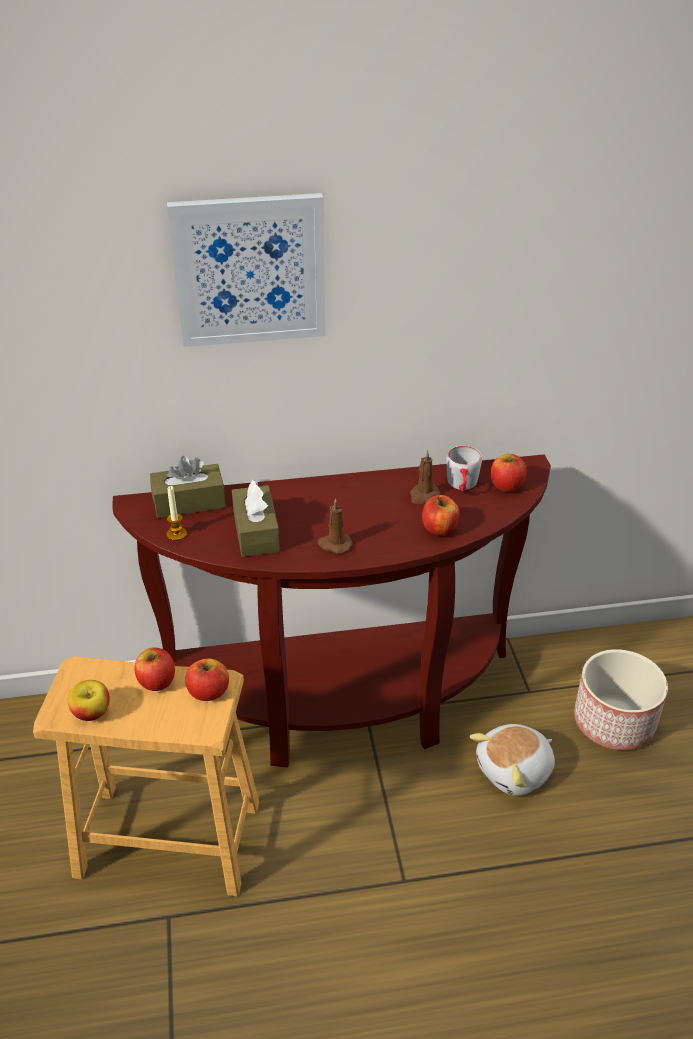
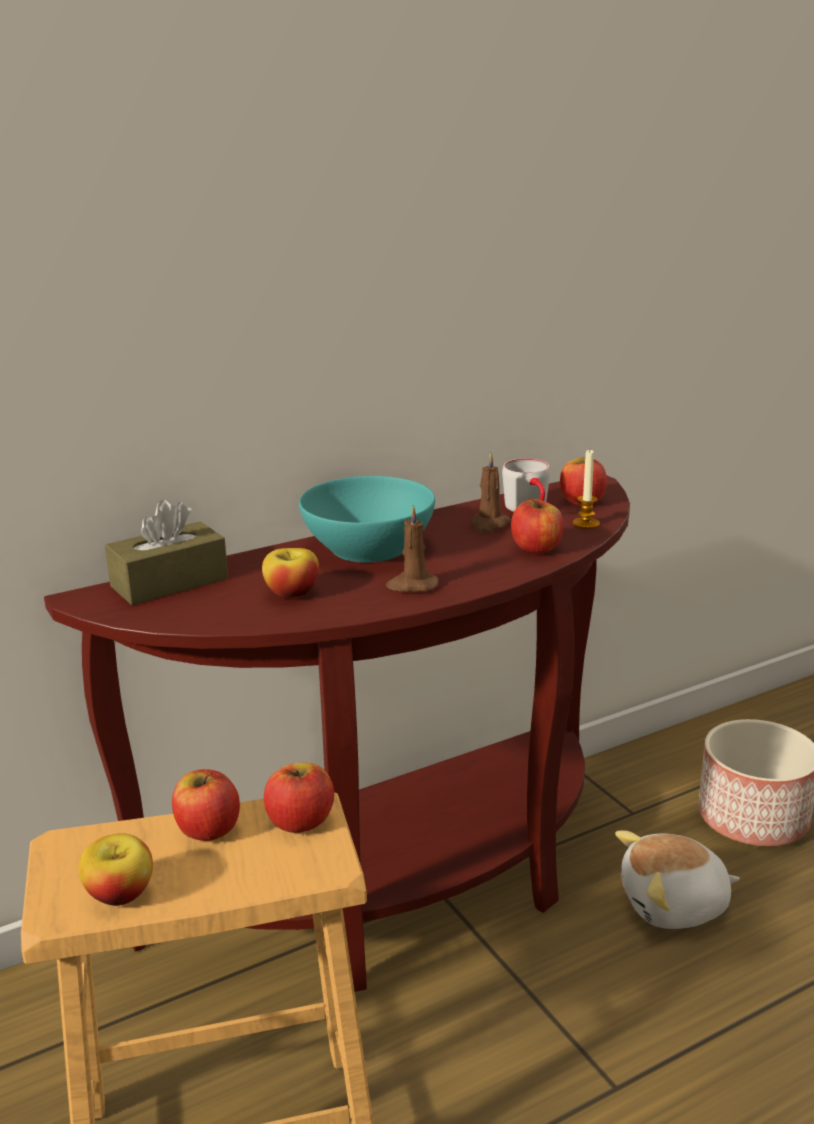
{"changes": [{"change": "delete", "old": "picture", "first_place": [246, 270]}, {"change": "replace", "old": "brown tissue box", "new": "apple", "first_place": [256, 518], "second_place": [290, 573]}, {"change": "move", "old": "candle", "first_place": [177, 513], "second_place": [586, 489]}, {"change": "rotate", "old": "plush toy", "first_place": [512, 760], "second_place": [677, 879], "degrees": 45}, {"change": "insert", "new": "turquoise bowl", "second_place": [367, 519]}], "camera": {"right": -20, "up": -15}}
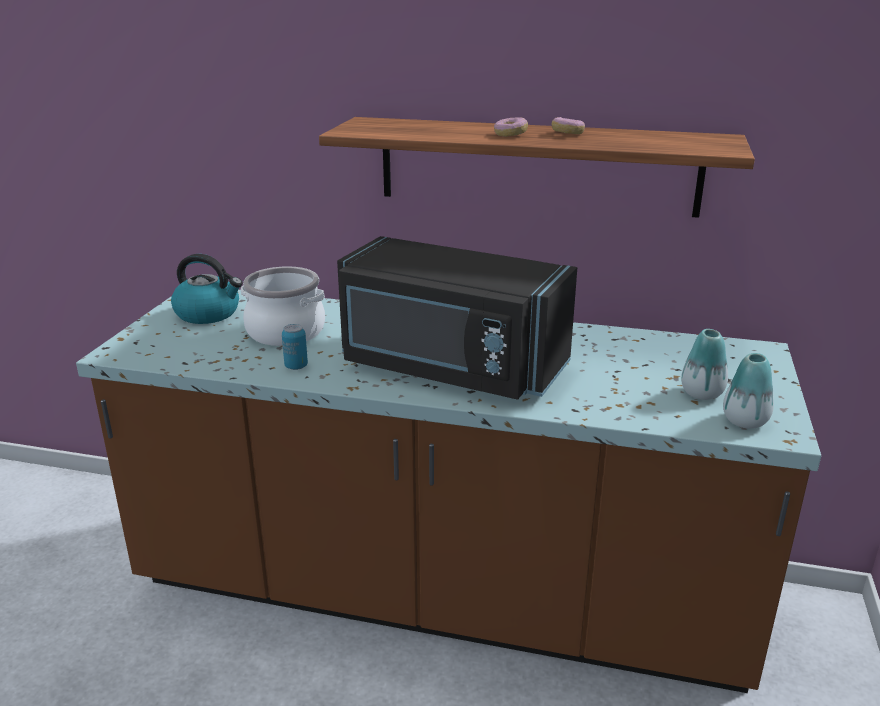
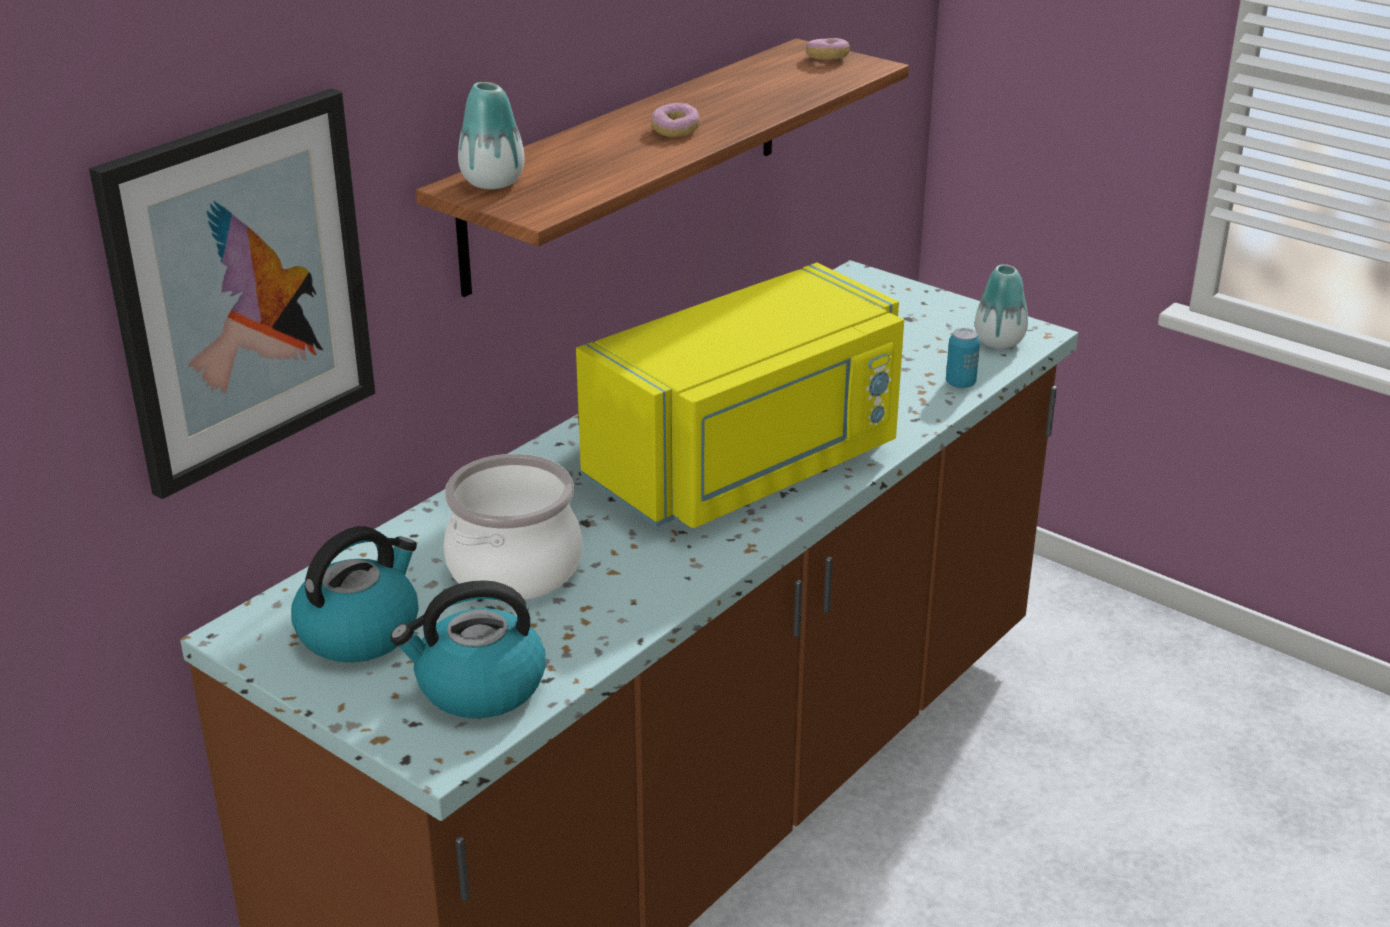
{"changes": [{"change": "move", "old": "donut", "first_place": [568, 125], "second_place": [828, 49]}, {"change": "recolor", "old": "black microwave", "new": "yellow microwave", "first_place": [457, 318], "second_place": [740, 395]}, {"change": "move", "old": "can", "first_place": [295, 347], "second_place": [963, 358]}, {"change": "move", "old": "vase", "first_place": [704, 364], "second_place": [491, 135]}, {"change": "insert", "new": "picture", "second_place": [232, 293]}, {"change": "insert", "new": "kettle", "second_place": [468, 649]}], "camera": {"right": -65, "up": 5}}
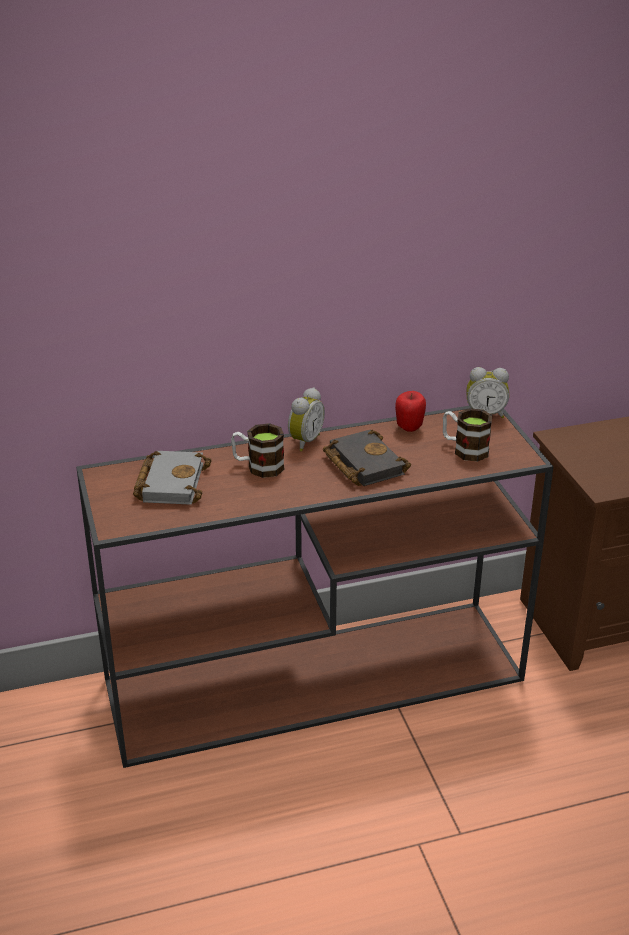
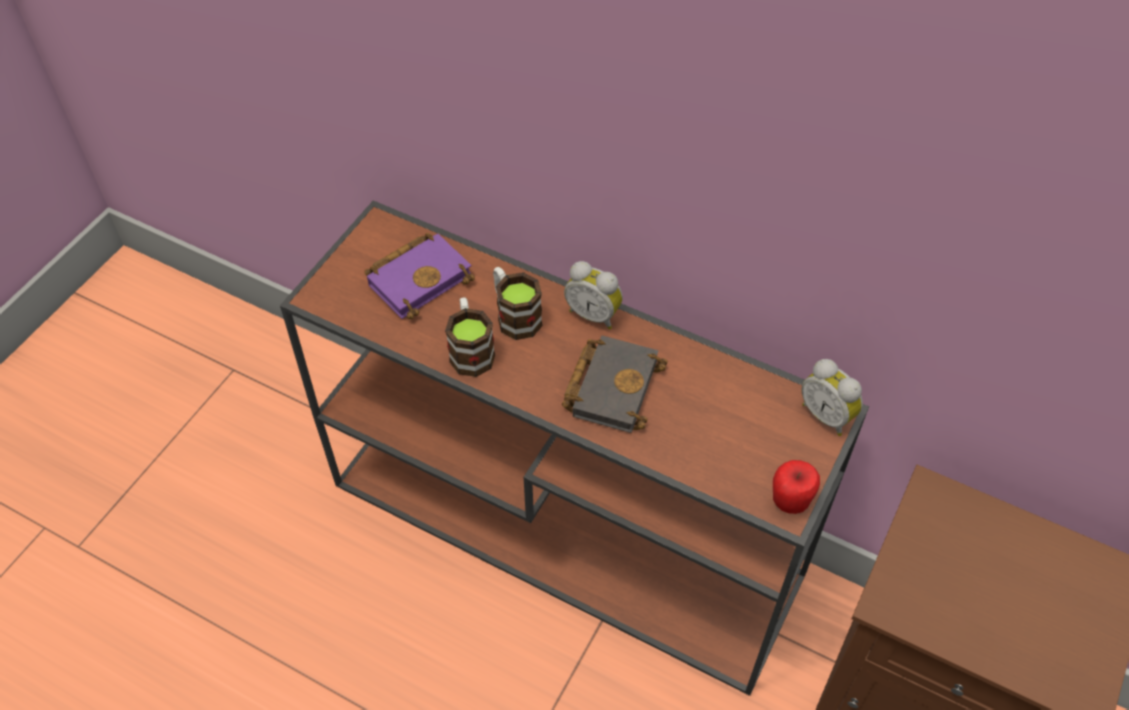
{"changes": [{"change": "rotate", "old": "alarm clock", "first_place": [306, 419], "second_place": [593, 295], "degrees": 45}, {"change": "move", "old": "apple", "first_place": [410, 411], "second_place": [796, 487]}, {"change": "move", "old": "mug", "first_place": [467, 434], "second_place": [470, 337]}, {"change": "recolor", "old": "grey book", "new": "purple book", "first_place": [172, 478], "second_place": [420, 276]}], "camera": {"right": 45, "up": 20}}
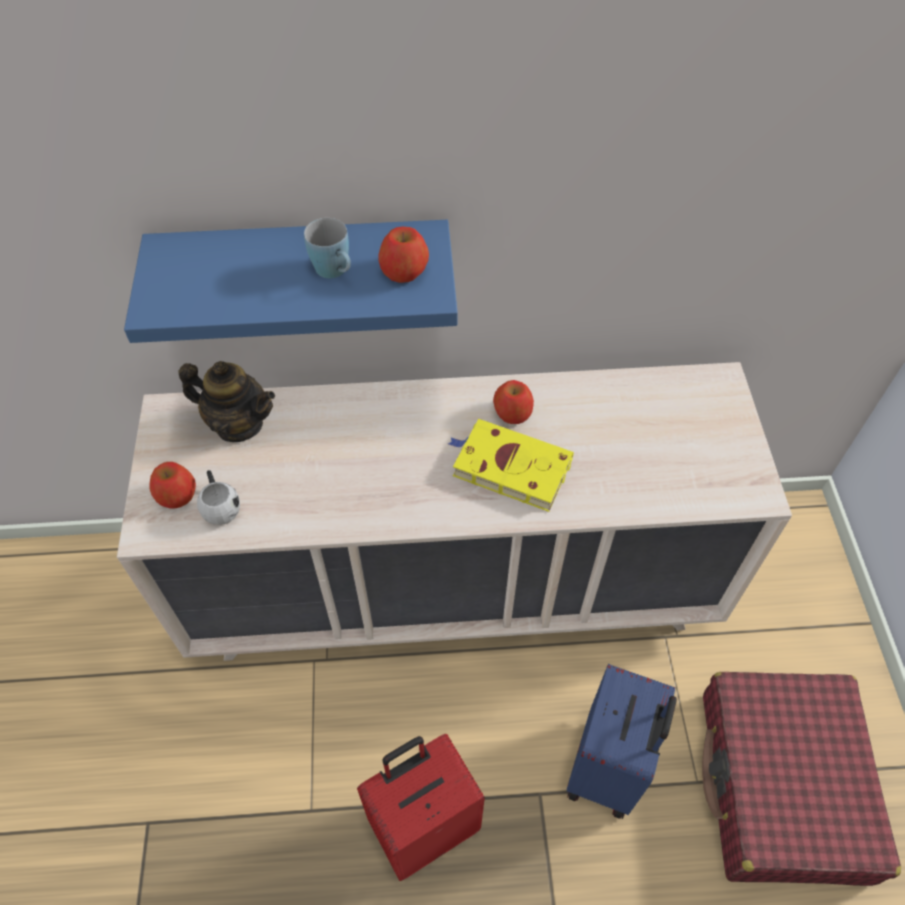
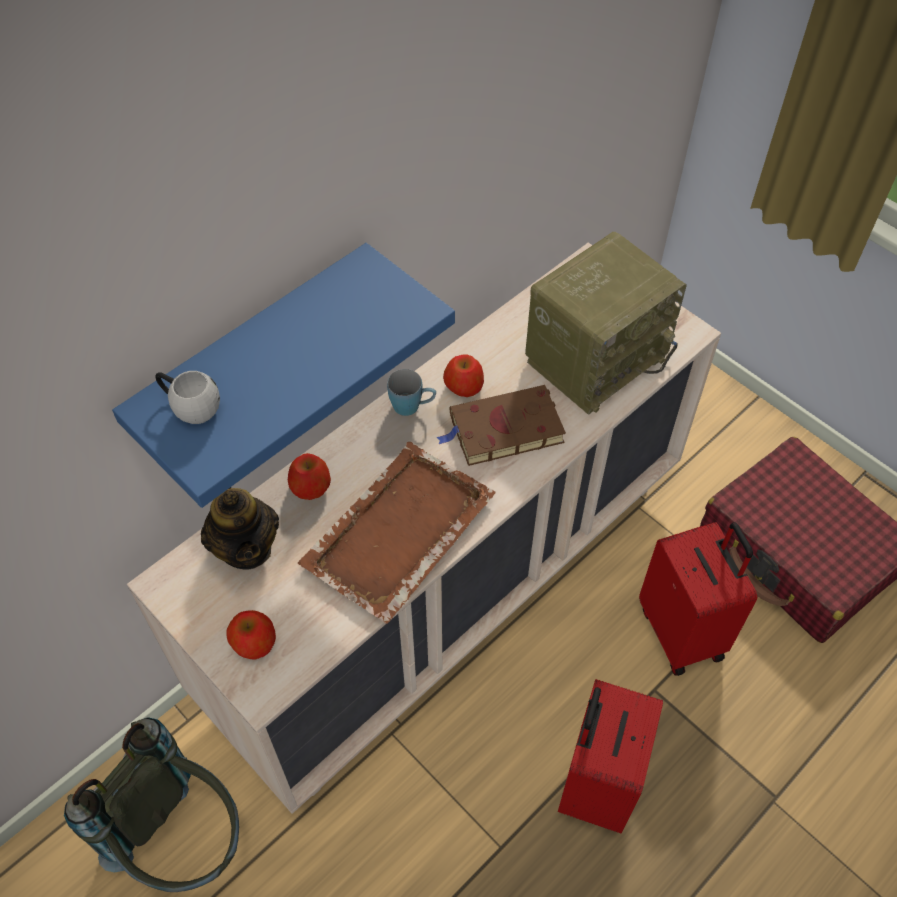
{"changes": [{"change": "move", "old": "blue mug", "first_place": [327, 248], "second_place": [411, 392]}, {"change": "move", "old": "apple", "first_place": [403, 255], "second_place": [309, 476]}, {"change": "rotate", "old": "teapot", "first_place": [226, 401], "second_place": [240, 528], "degrees": 90}, {"change": "recolor", "old": "yellow book", "new": "brown book", "first_place": [511, 465], "second_place": [501, 425]}, {"change": "move", "old": "white mug", "first_place": [218, 497], "second_place": [187, 397]}, {"change": "recolor", "old": "blue suitcase", "new": "red suitcase", "first_place": [622, 741], "second_place": [698, 599]}, {"change": "insert", "new": "radio", "second_place": [606, 323]}, {"change": "insert", "new": "brown tray", "second_place": [396, 533]}, {"change": "insert", "new": "grey backpack", "second_place": [151, 804]}], "camera": {"right": -40, "up": 0}}
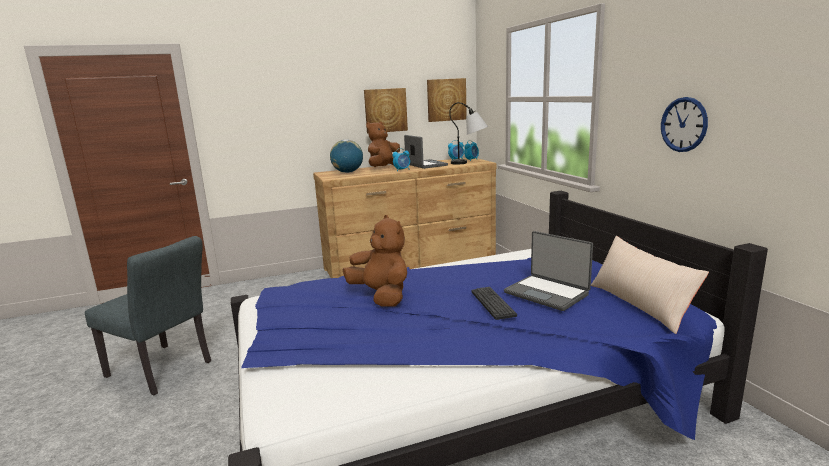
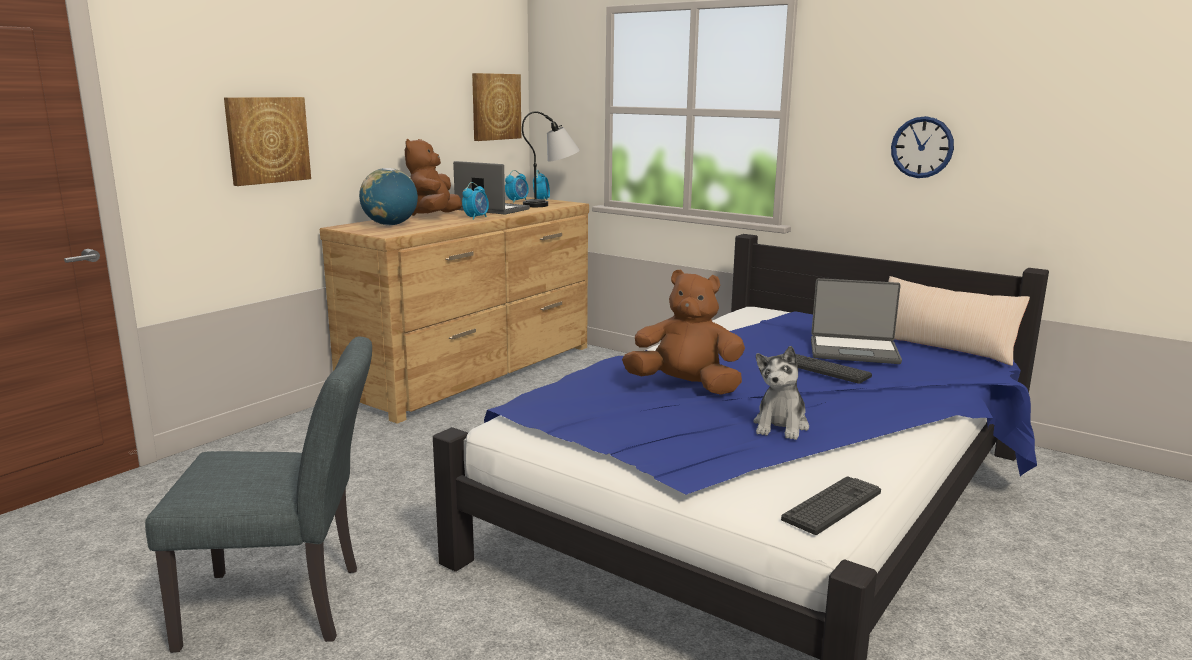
{"changes": [{"change": "move", "old": "picture", "first_place": [386, 110], "second_place": [267, 141]}, {"change": "insert", "new": "plush toy", "second_place": [781, 393]}, {"change": "insert", "new": "keyboard", "second_place": [831, 505]}], "camera": {"right": -35, "up": 0}}
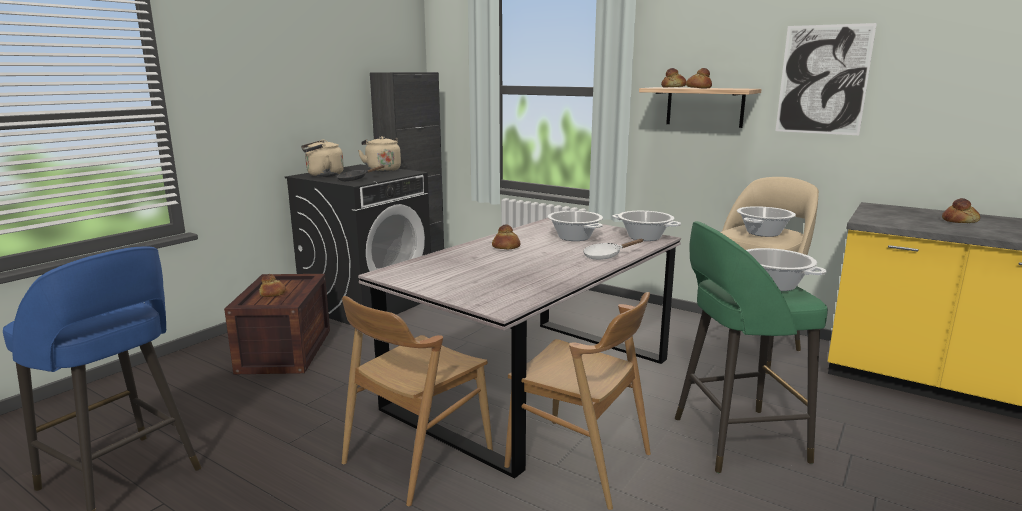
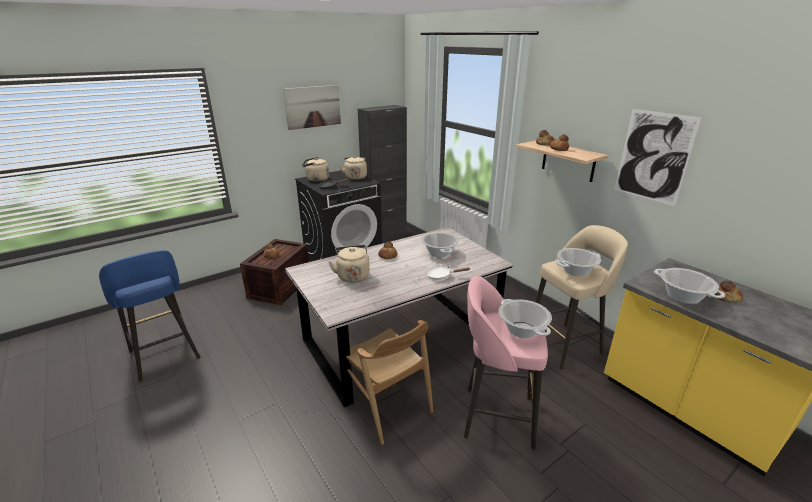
{"changes": [{"change": "move", "old": "cooking pot", "first_place": [646, 226], "second_place": [689, 286]}, {"change": "recolor", "old": "green stool", "new": "pink stool", "first_place": [751, 347], "second_place": [506, 363]}, {"change": "delete", "old": "brown chair", "first_place": [417, 401]}, {"change": "insert", "new": "picture", "second_place": [312, 107]}, {"change": "insert", "new": "beige kettle", "second_place": [349, 264]}], "camera": {"right": 20, "up": 10}}
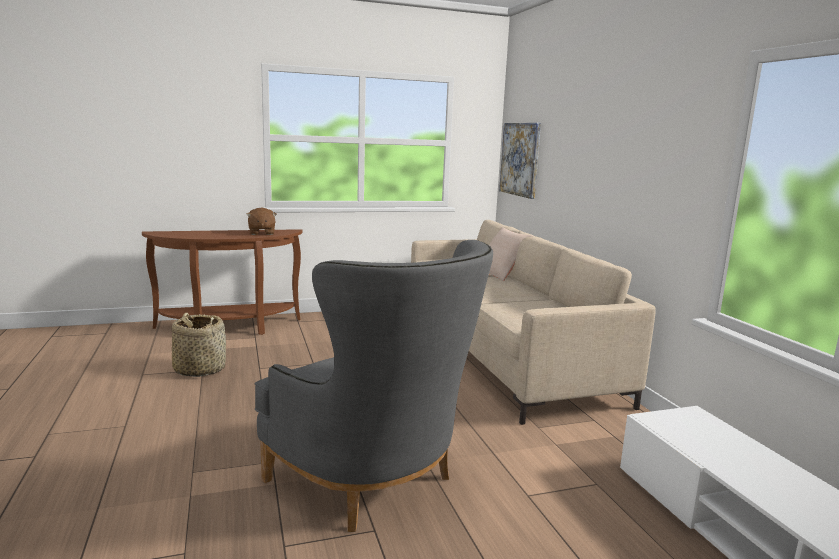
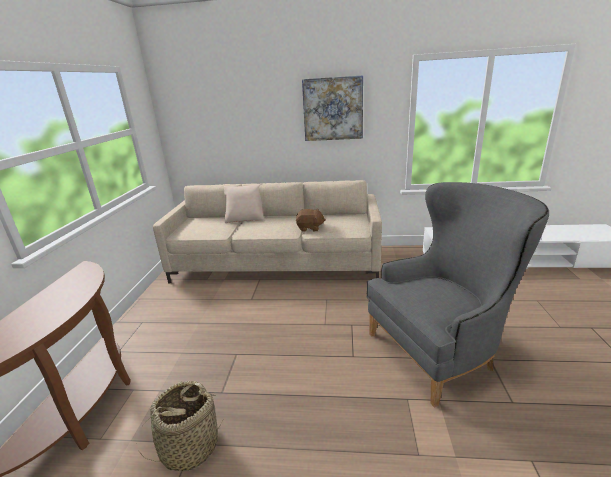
{"changes": [{"change": "move", "old": "picture", "first_place": [520, 161], "second_place": [332, 108]}, {"change": "move", "old": "brown plush toy", "first_place": [261, 221], "second_place": [311, 220]}], "camera": {"right": -65, "up": 10}}
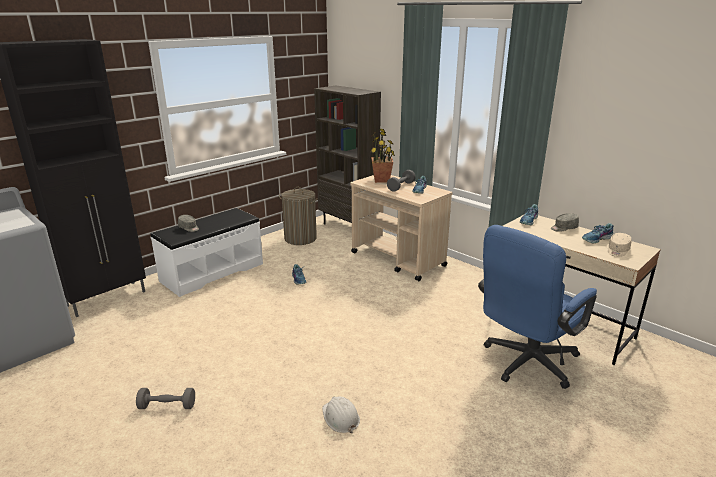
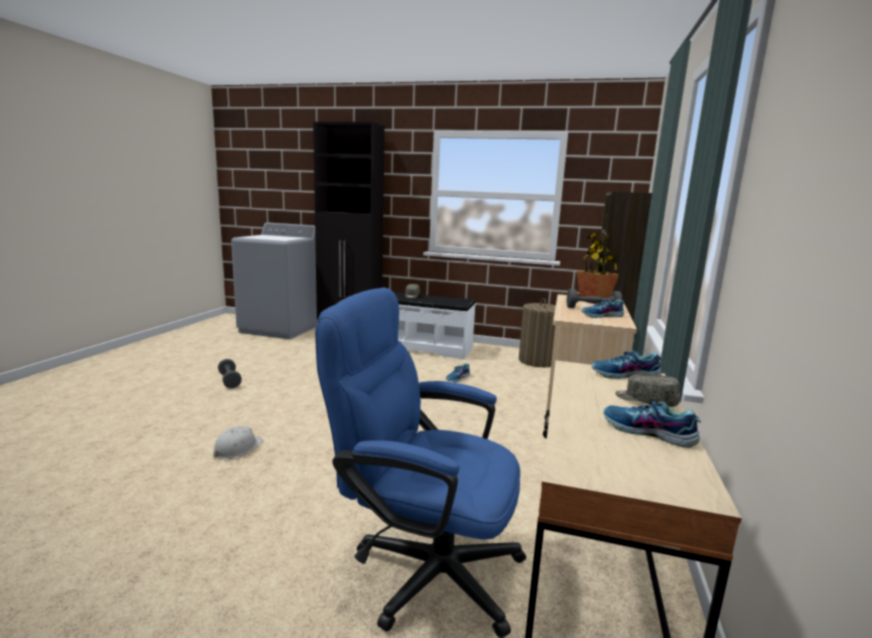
{"changes": [{"change": "delete", "old": "beige cap", "first_place": [620, 245]}], "camera": {"right": 60, "up": -10}}
